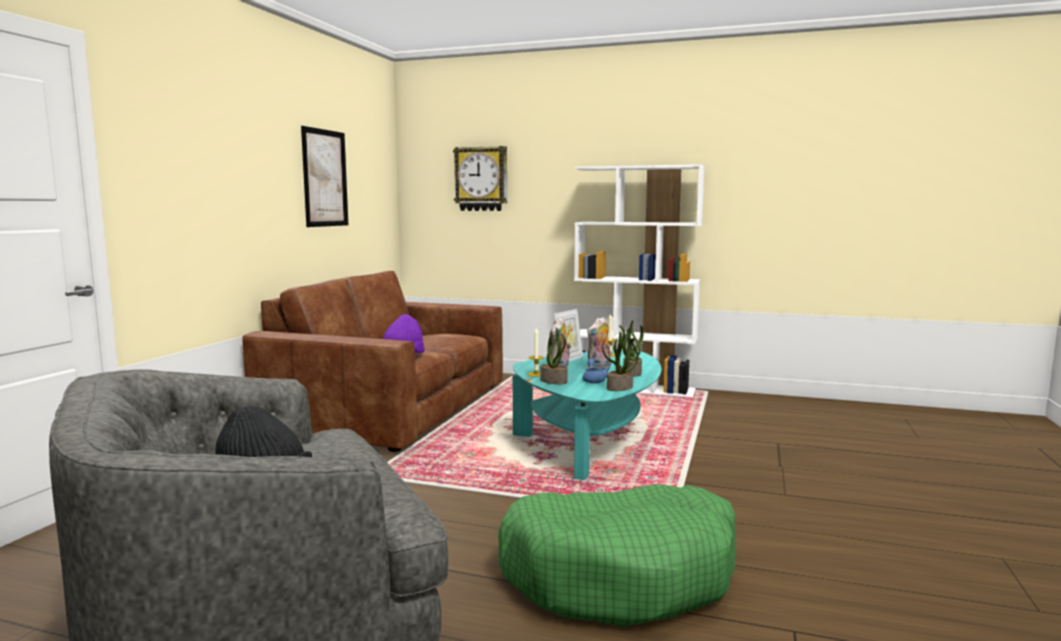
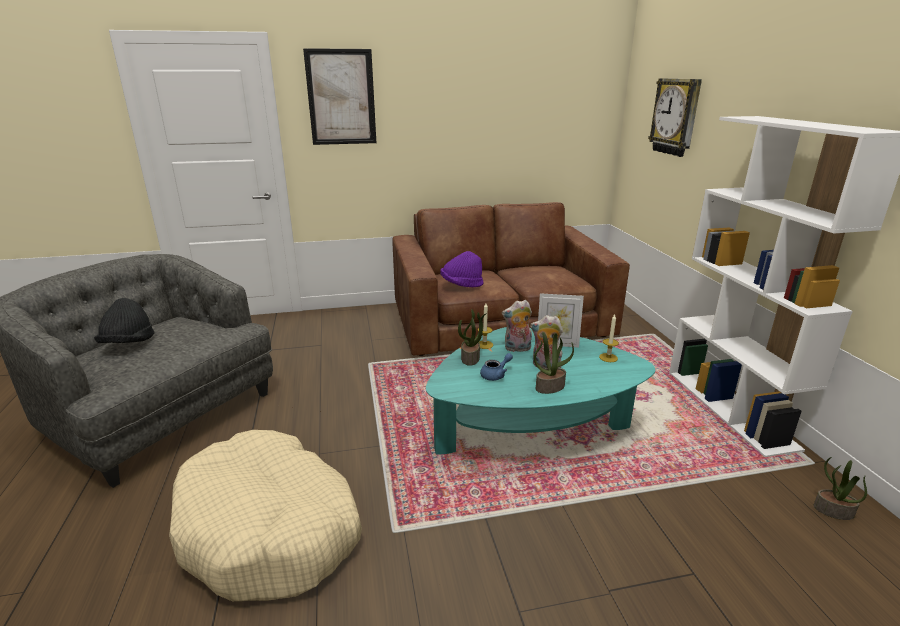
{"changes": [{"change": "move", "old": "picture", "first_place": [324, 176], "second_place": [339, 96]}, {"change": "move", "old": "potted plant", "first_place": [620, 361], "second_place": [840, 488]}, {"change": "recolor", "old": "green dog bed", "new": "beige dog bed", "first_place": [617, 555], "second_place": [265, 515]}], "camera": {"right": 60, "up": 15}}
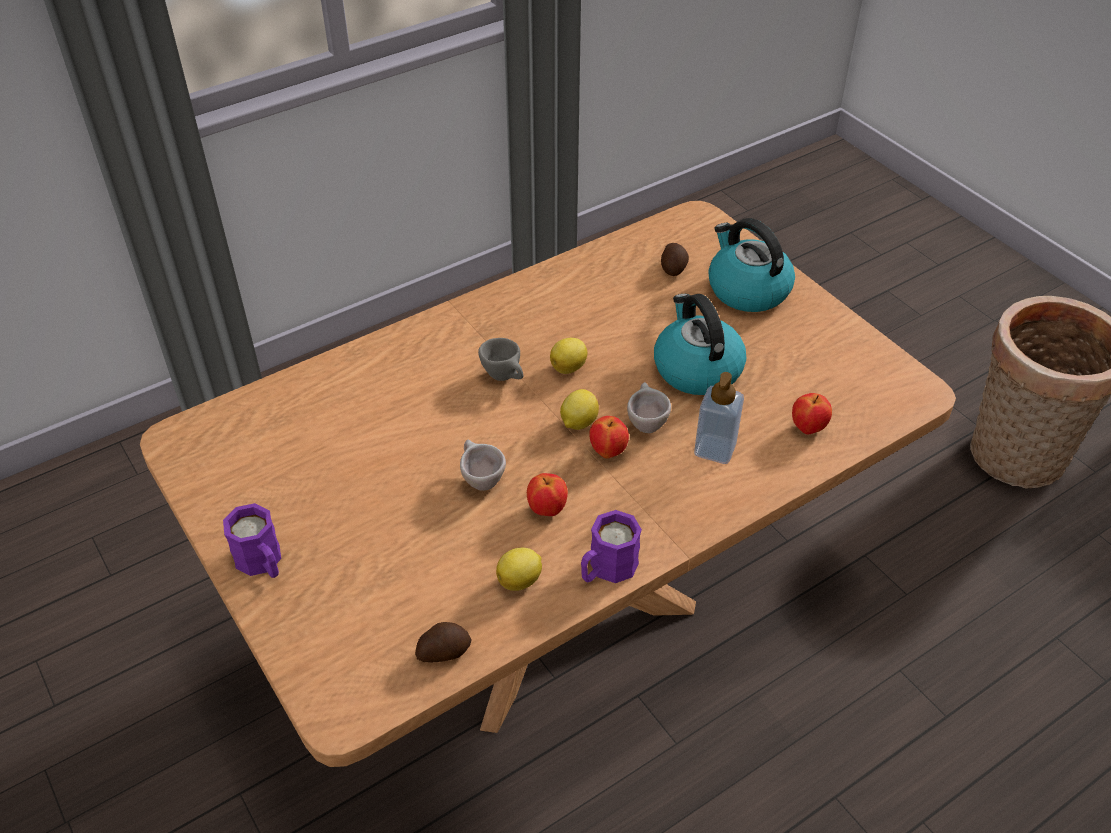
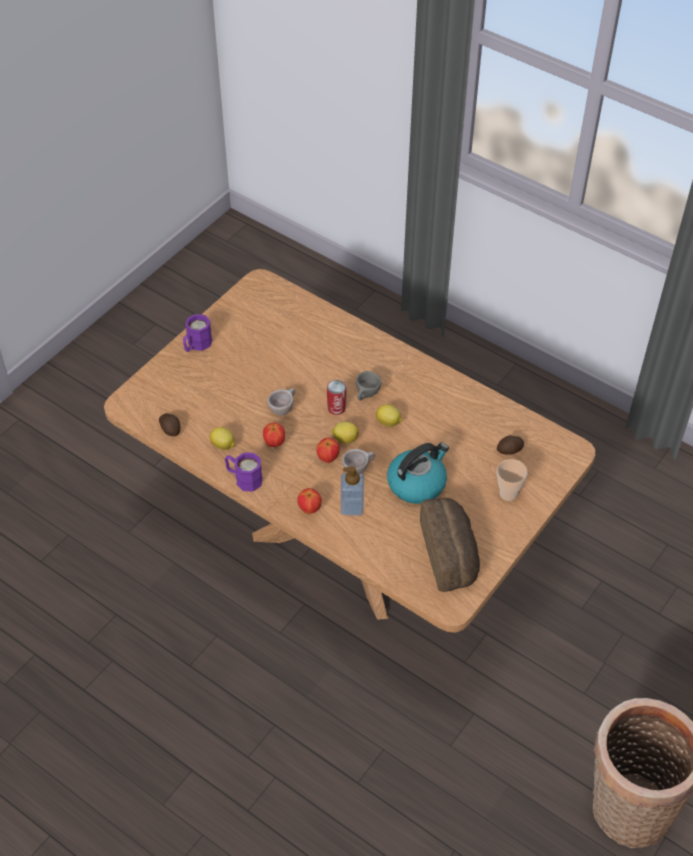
{"changes": [{"change": "replace", "old": "kettle", "new": "cup", "first_place": [752, 265], "second_place": [512, 480]}, {"change": "move", "old": "apple", "first_place": [812, 414], "second_place": [309, 501]}, {"change": "insert", "new": "can", "second_place": [336, 397]}, {"change": "insert", "new": "bread", "second_place": [450, 545]}], "camera": {"right": 70, "up": 5}}
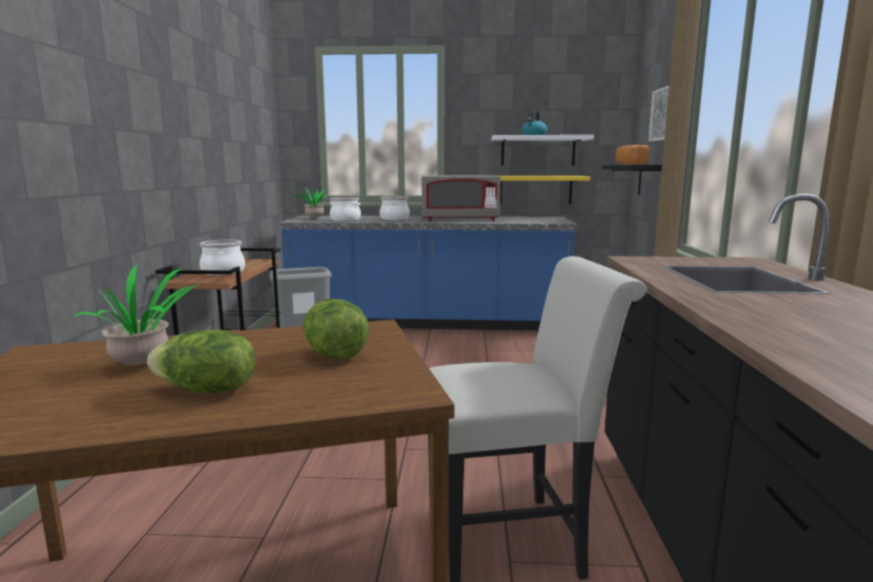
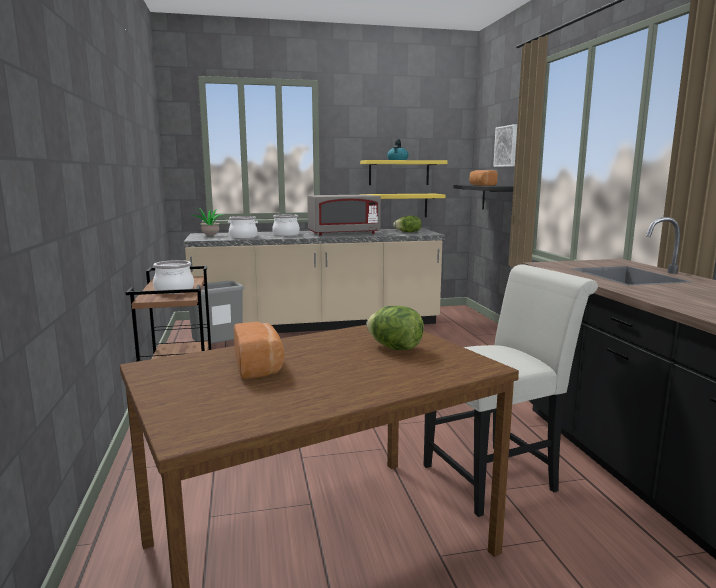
{"changes": [{"change": "recolor", "old": "white shelf", "new": "yellow shelf", "first_place": [542, 150], "second_place": [404, 172]}, {"change": "recolor", "old": "blue counter", "new": "beige counter", "first_place": [428, 273], "second_place": [314, 280]}, {"change": "replace", "old": "potted plant", "new": "bread", "first_place": [138, 315], "second_place": [259, 350]}, {"change": "move", "old": "lettuce", "first_place": [201, 361], "second_place": [407, 224]}], "camera": {"right": -15, "up": 0}}
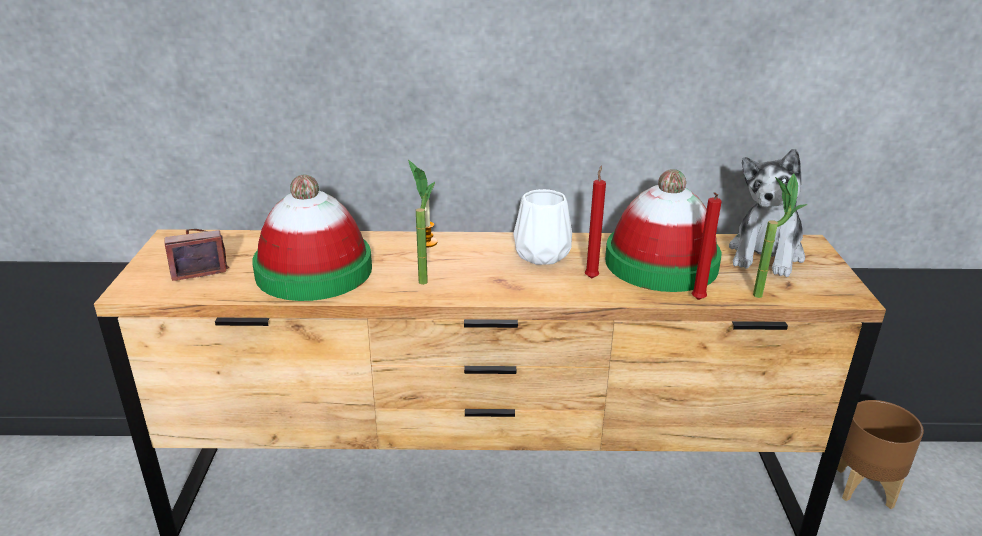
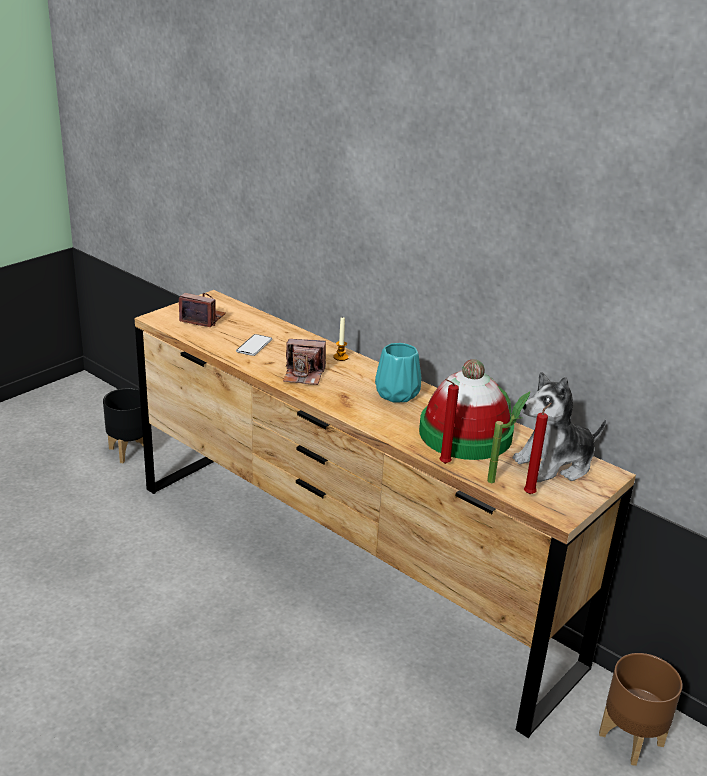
{"changes": [{"change": "replace", "old": "potted plant", "new": "photo camera", "first_place": [421, 222], "second_place": [304, 362]}, {"change": "move", "old": "red candle", "first_place": [595, 222], "second_place": [538, 448]}, {"change": "replace", "old": "hat", "new": "phone", "first_place": [312, 238], "second_place": [254, 345]}, {"change": "recolor", "old": "white vase", "new": "turquoise vase", "first_place": [542, 227], "second_place": [398, 372]}, {"change": "insert", "new": "black planter", "second_place": [123, 425]}], "camera": {"right": 40, "up": 0}}
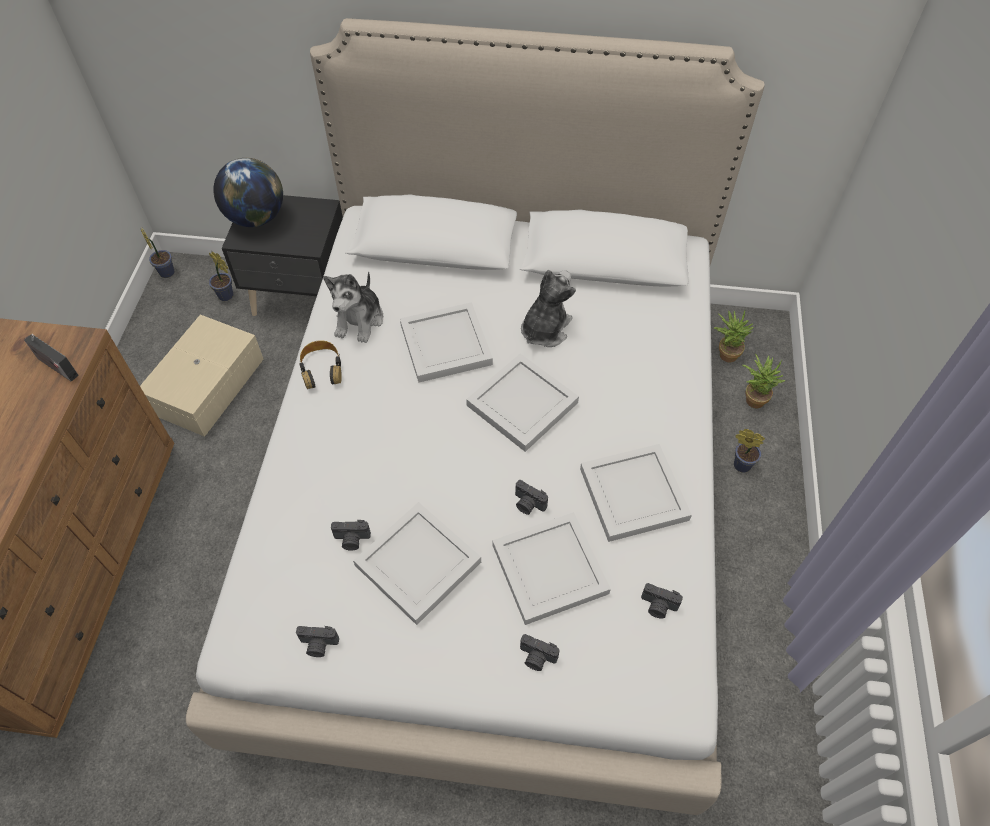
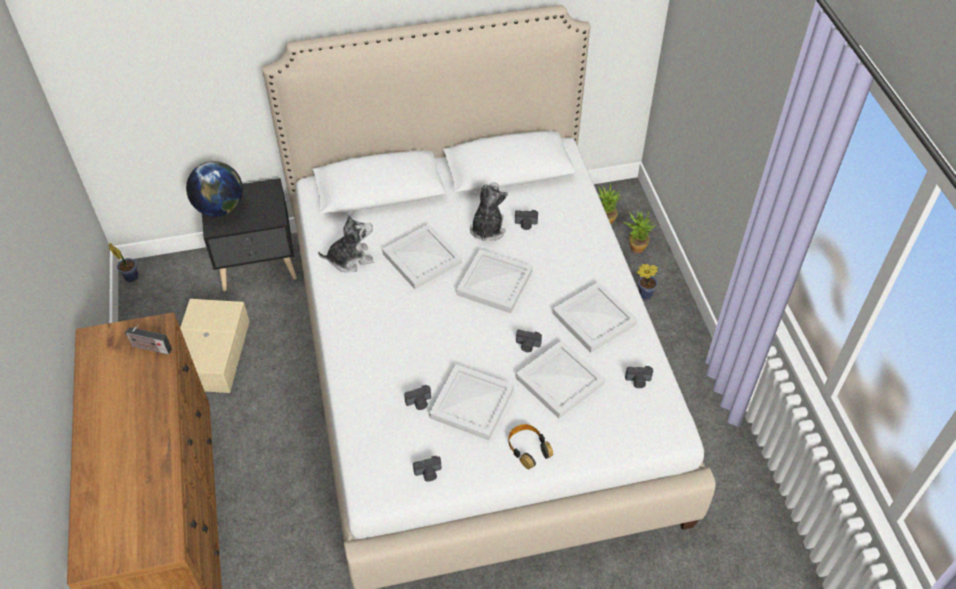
{"changes": [{"change": "delete", "old": "potted plant", "first_place": [221, 276]}, {"change": "rotate", "old": "plush toy", "first_place": [353, 307], "second_place": [346, 243], "degrees": -105}, {"change": "move", "old": "headphones", "first_place": [320, 364], "second_place": [531, 446]}, {"change": "move", "old": "photo camera", "first_place": [540, 652], "second_place": [526, 220]}], "camera": {"right": -20, "up": -5}}
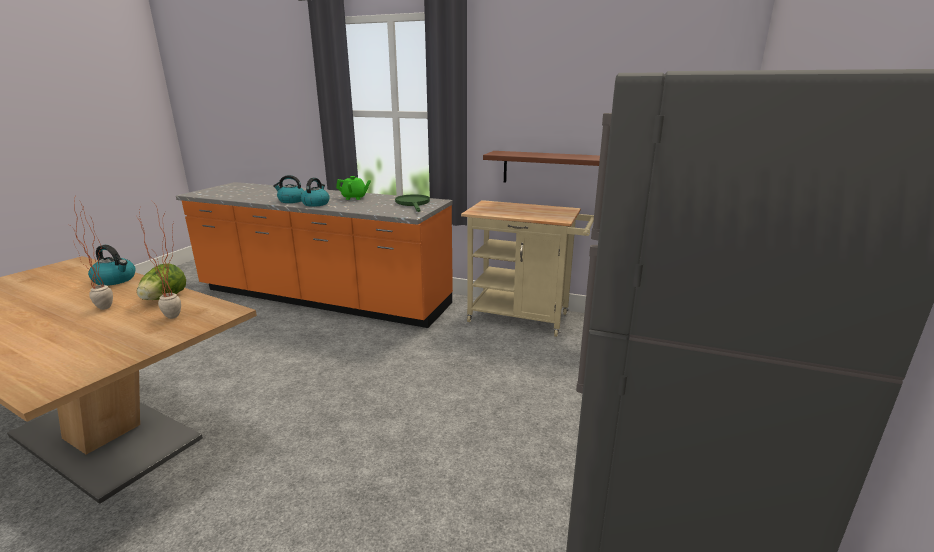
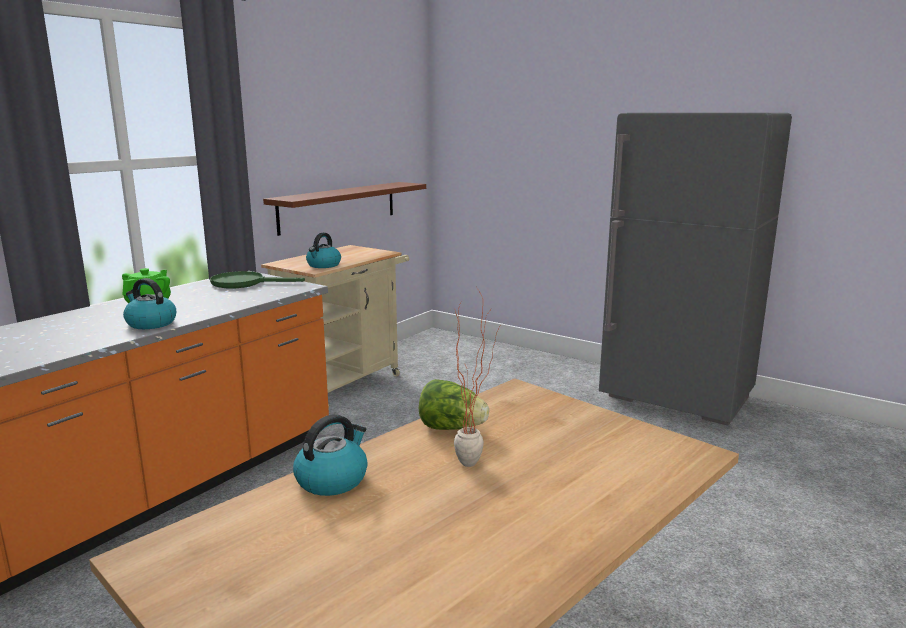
{"changes": [{"change": "move", "old": "kettle", "first_place": [288, 189], "second_place": [323, 250]}, {"change": "delete", "old": "potted plant", "first_place": [158, 258]}], "camera": {"right": -75, "up": -5}}
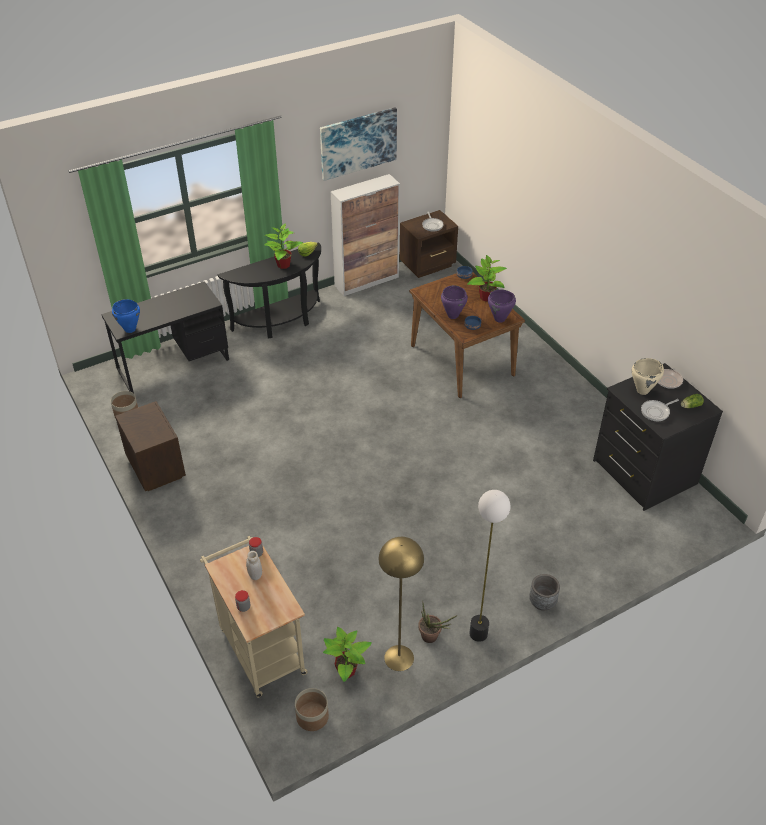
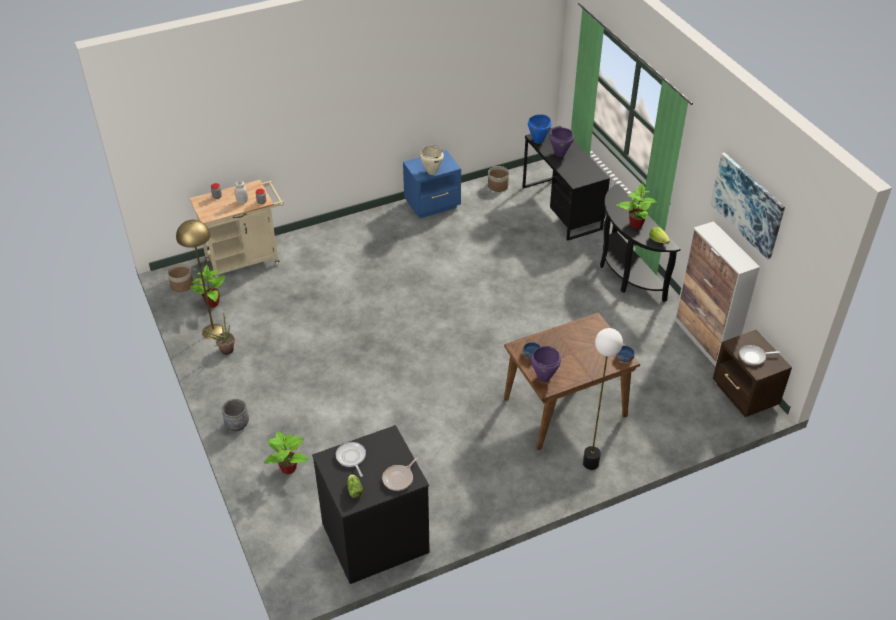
{"changes": [{"change": "move", "old": "potted plant", "first_place": [487, 278], "second_place": [286, 453]}, {"change": "move", "old": "purple cooking pot", "first_place": [454, 302], "second_place": [561, 142]}, {"change": "move", "old": "beige cooking pot", "first_place": [648, 376], "second_place": [432, 160]}, {"change": "recolor", "old": "brown nightstand", "new": "blue nightstand", "first_place": [150, 446], "second_place": [432, 184]}, {"change": "move", "old": "floor lamp", "first_place": [490, 566], "second_place": [603, 399]}], "camera": {"right": 95, "up": 0}}
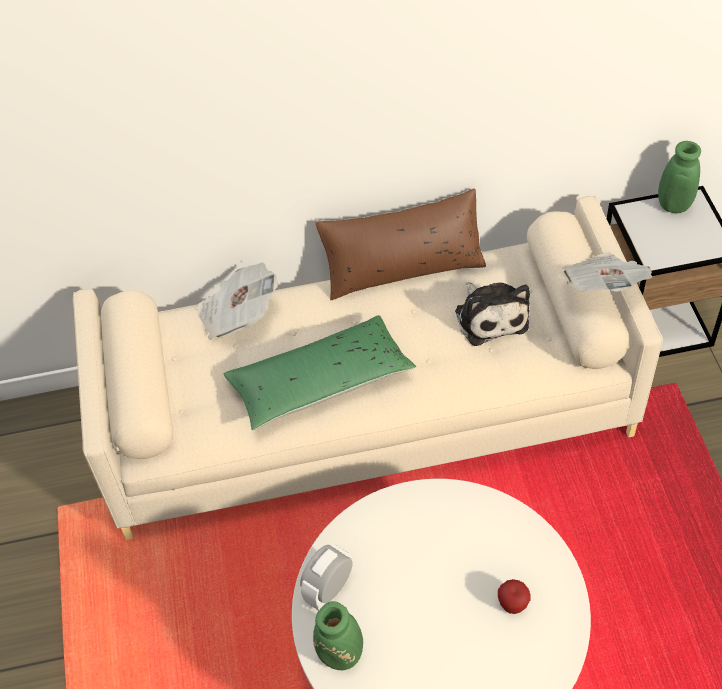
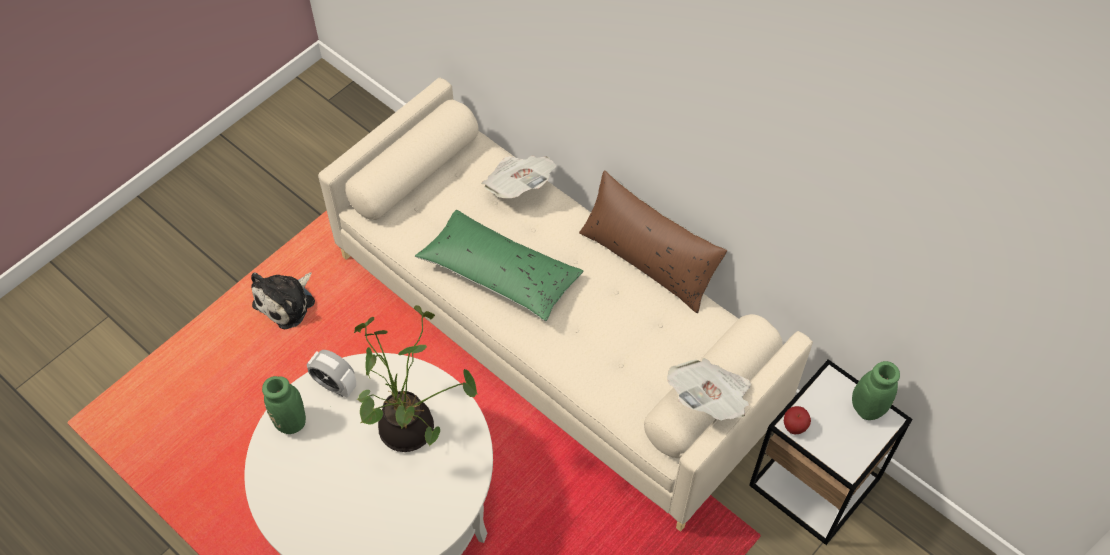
{"changes": [{"change": "move", "old": "plush toy", "first_place": [492, 314], "second_place": [283, 300]}, {"change": "rotate", "old": "alarm clock", "first_place": [326, 577], "second_place": [331, 374], "degrees": -150}, {"change": "move", "old": "apple", "first_place": [514, 596], "second_place": [797, 420]}, {"change": "insert", "new": "potted plant", "second_place": [416, 378]}], "camera": {"right": 50, "up": 5}}
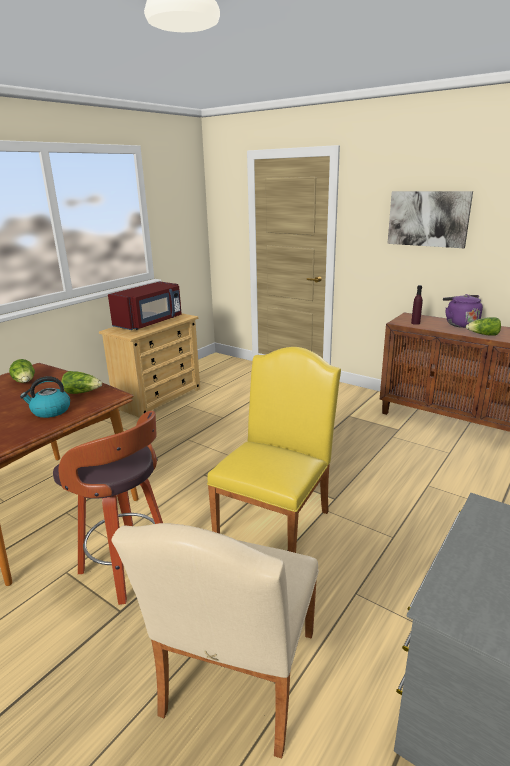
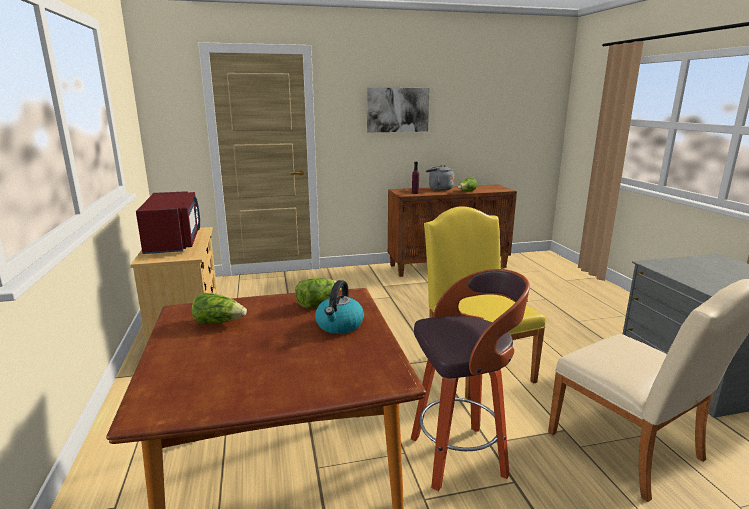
{"changes": [{"change": "recolor", "old": "purple kettle", "new": "grey kettle", "first_place": [463, 311], "second_place": [440, 178]}], "camera": {"right": -50, "up": -5}}
